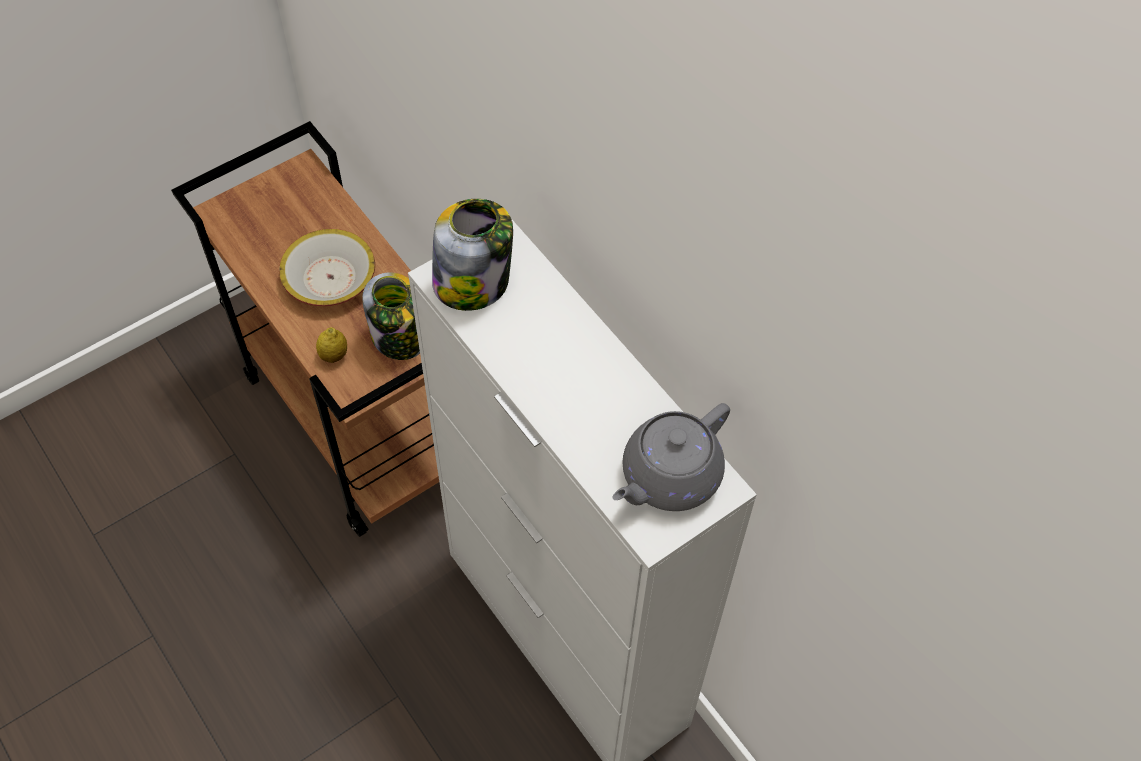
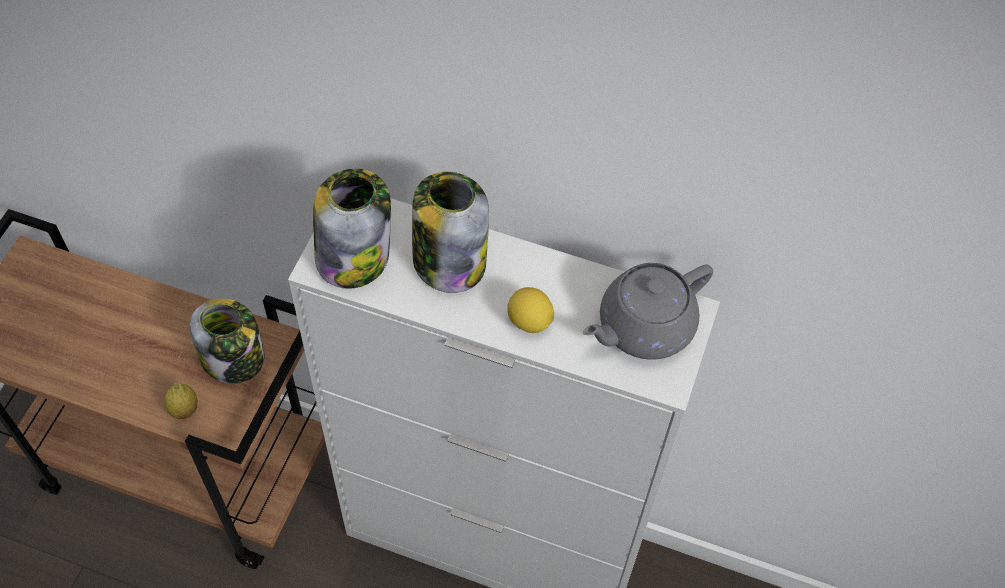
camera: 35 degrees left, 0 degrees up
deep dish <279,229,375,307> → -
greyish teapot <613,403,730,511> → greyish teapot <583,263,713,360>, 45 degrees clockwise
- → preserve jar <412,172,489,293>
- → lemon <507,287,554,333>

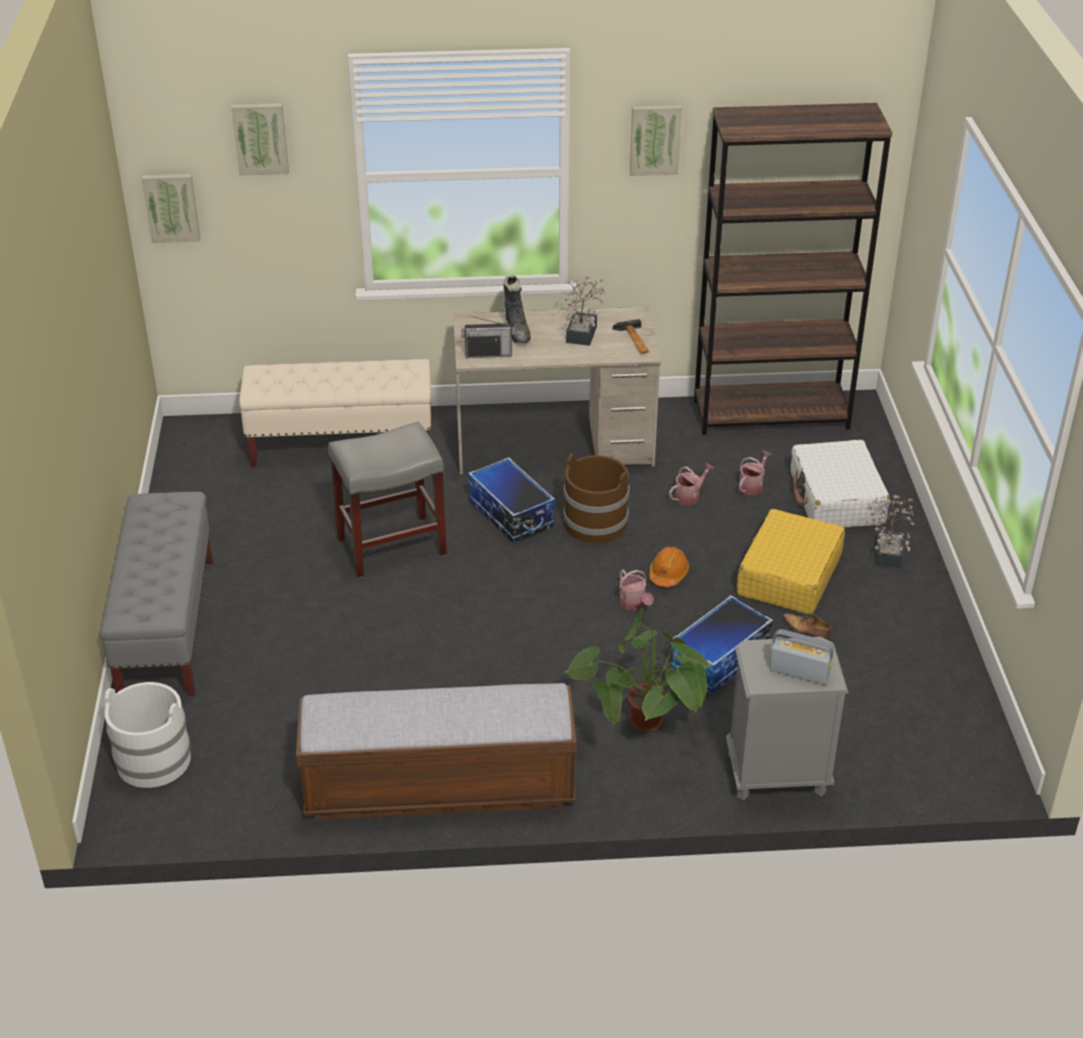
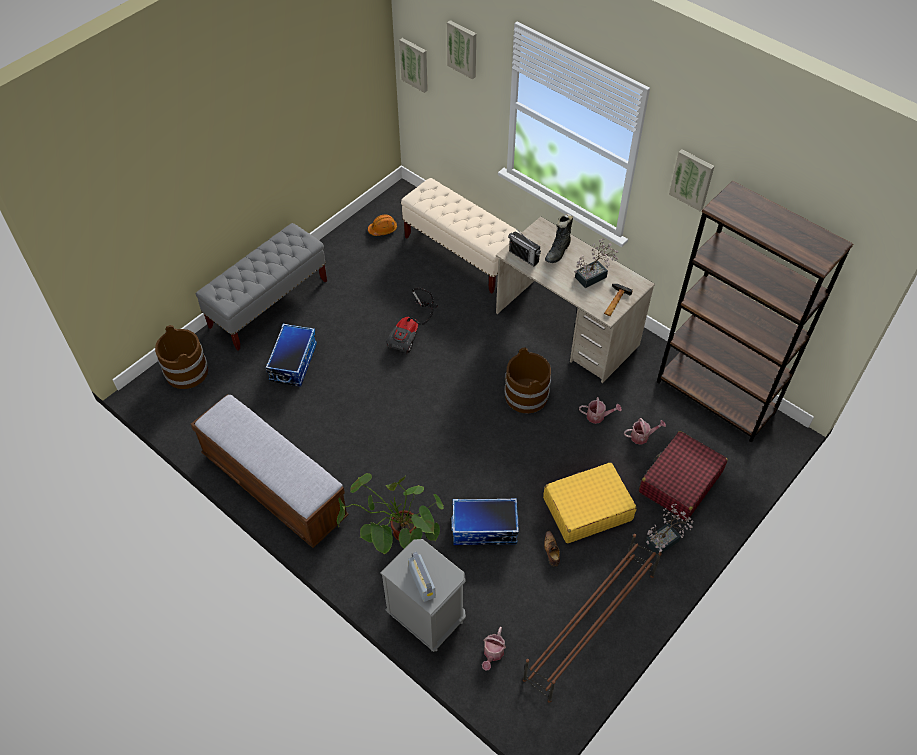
camera: 45 degrees right, 15 degrees up
whitish pail <105,682,191,788> → brown pail <155,325,208,389>
greyish stool <328,422,447,578> → vacuum cleaner <386,287,438,354>
storage box <468,457,555,543> → storage box <266,324,317,387>, relocated
watering pot <619,570,654,610> → watering pot <482,627,506,670>, relocated
orangey safety helmet <649,547,689,587> → orangey safety helmet <368,215,397,236>, relocated
whitish piece of luggage <791,440,890,528> → red piece of luggage <639,431,728,521>
- → brown shoe shelf <523,534,662,703>

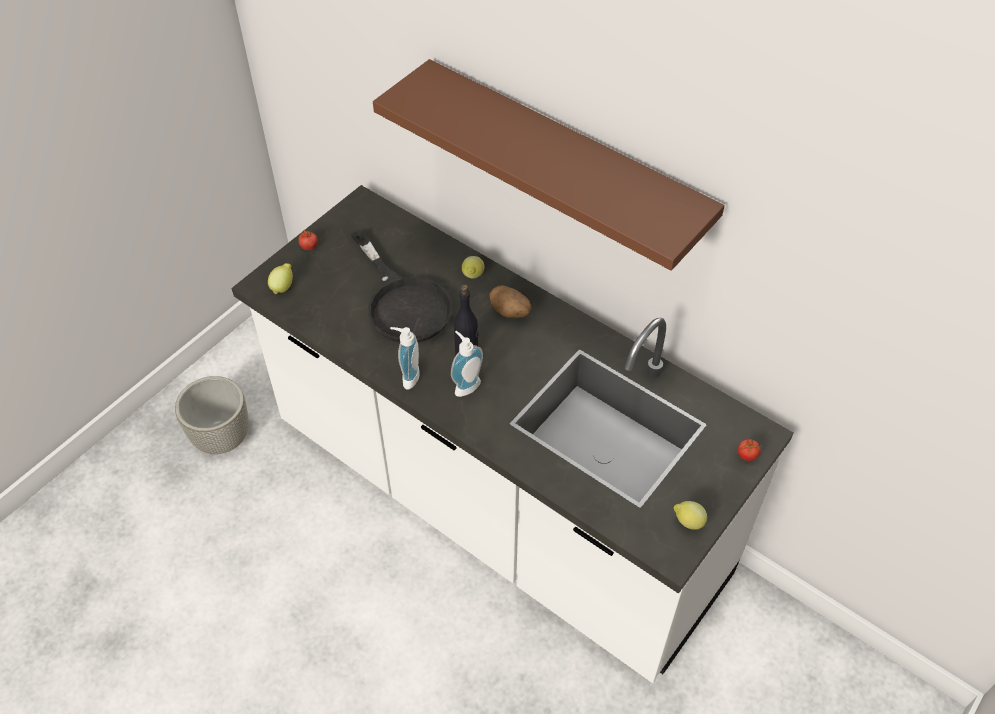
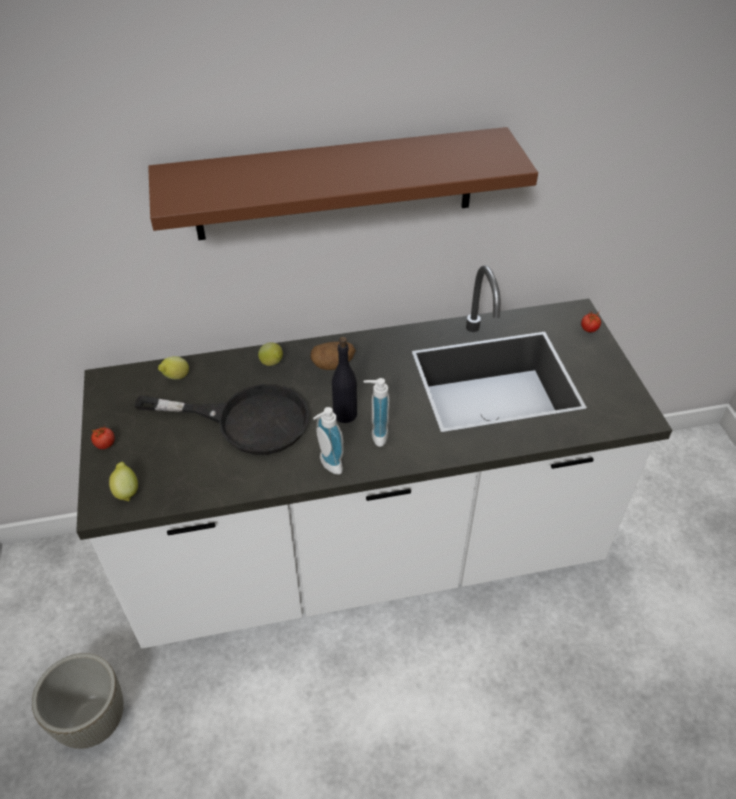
camera: 50 degrees left, 5 degrees down
lemon <674,501,707,530> → lemon <158,356,189,380>, relocated

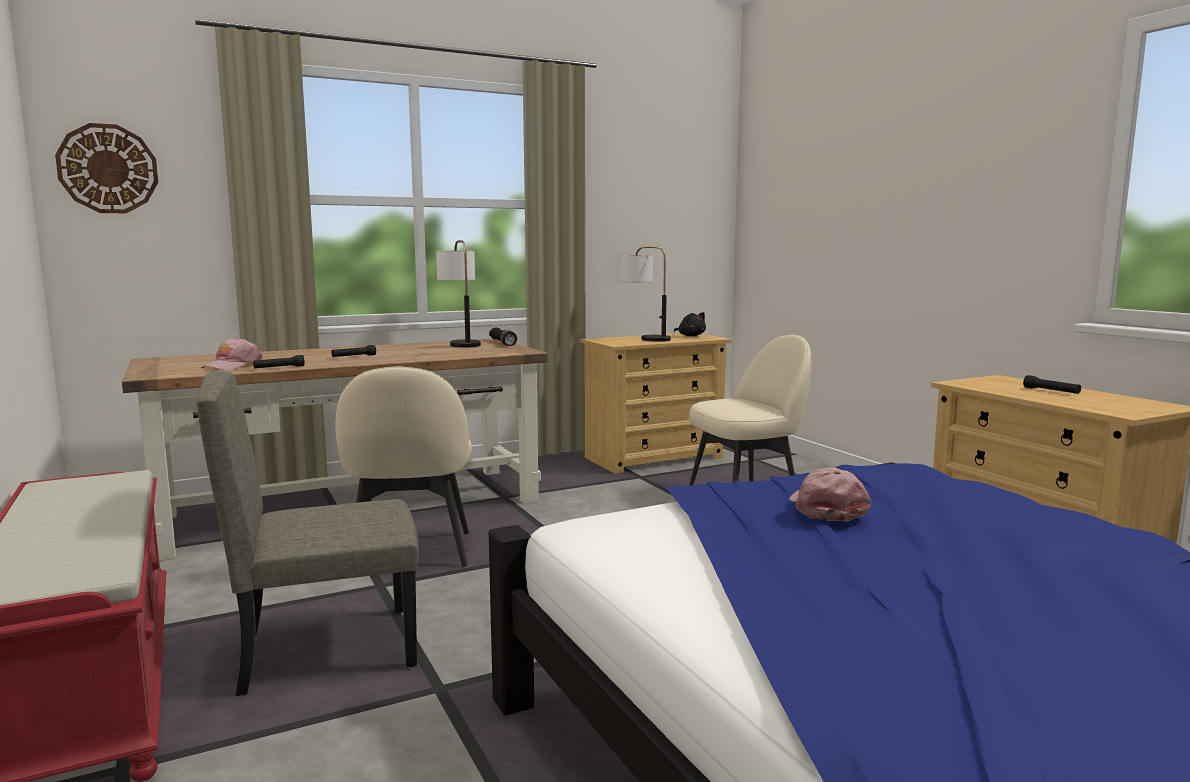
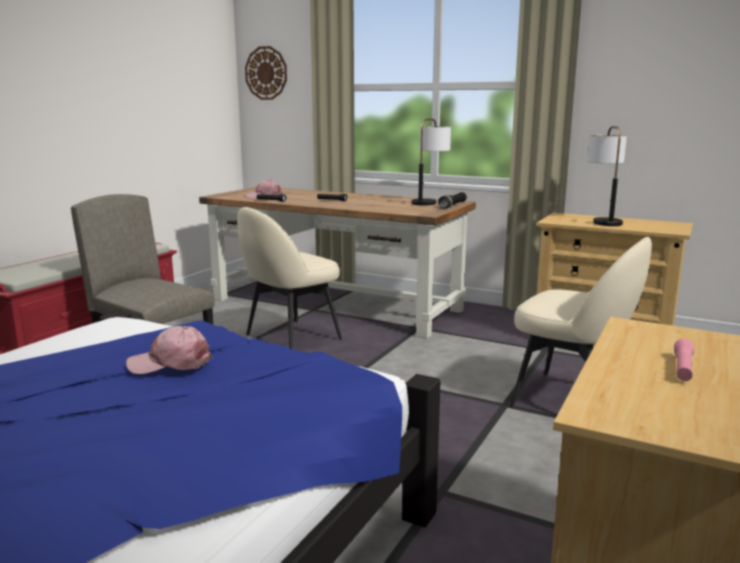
camera: 55 degrees right, 5 degrees up
blackish cuddly toy <674,312,706,336> → -
pinkish baseball cap <789,468,871,522> → pinkish baseball cap <126,326,212,374>, 150 degrees counterclockwise
blackish hand torch <1023,375,1081,394> → pinkish hand torch <674,339,694,381>

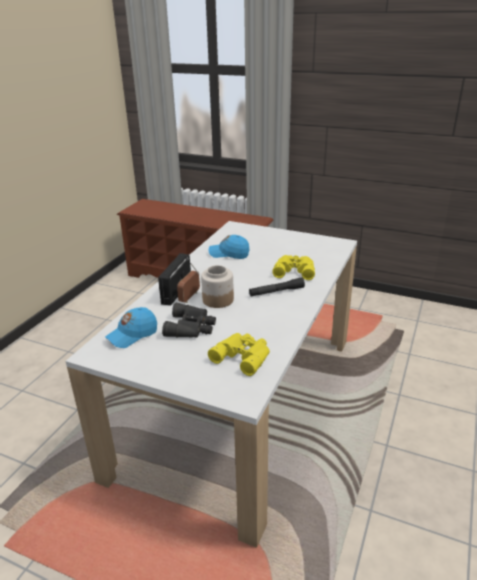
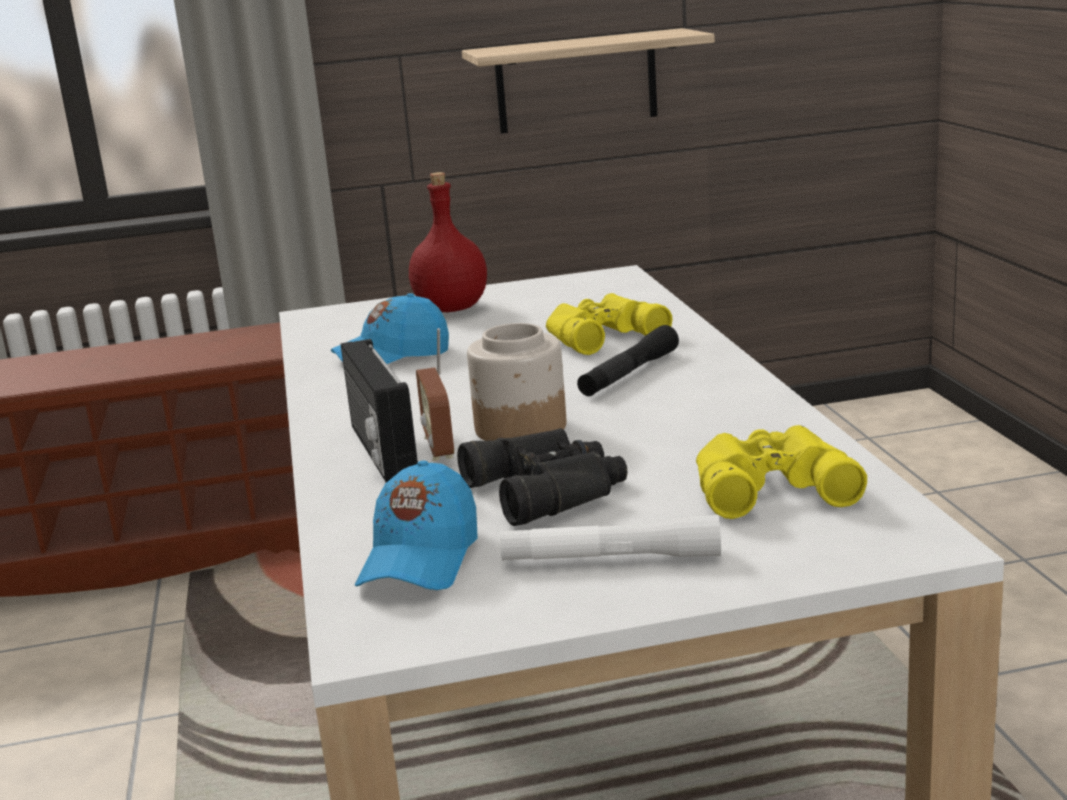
camera: 35 degrees left, 10 degrees down
- → red beverage bottle <409,172,487,312>
- → wall shelf <462,28,715,134>
- → whitish hand torch <500,515,721,561>

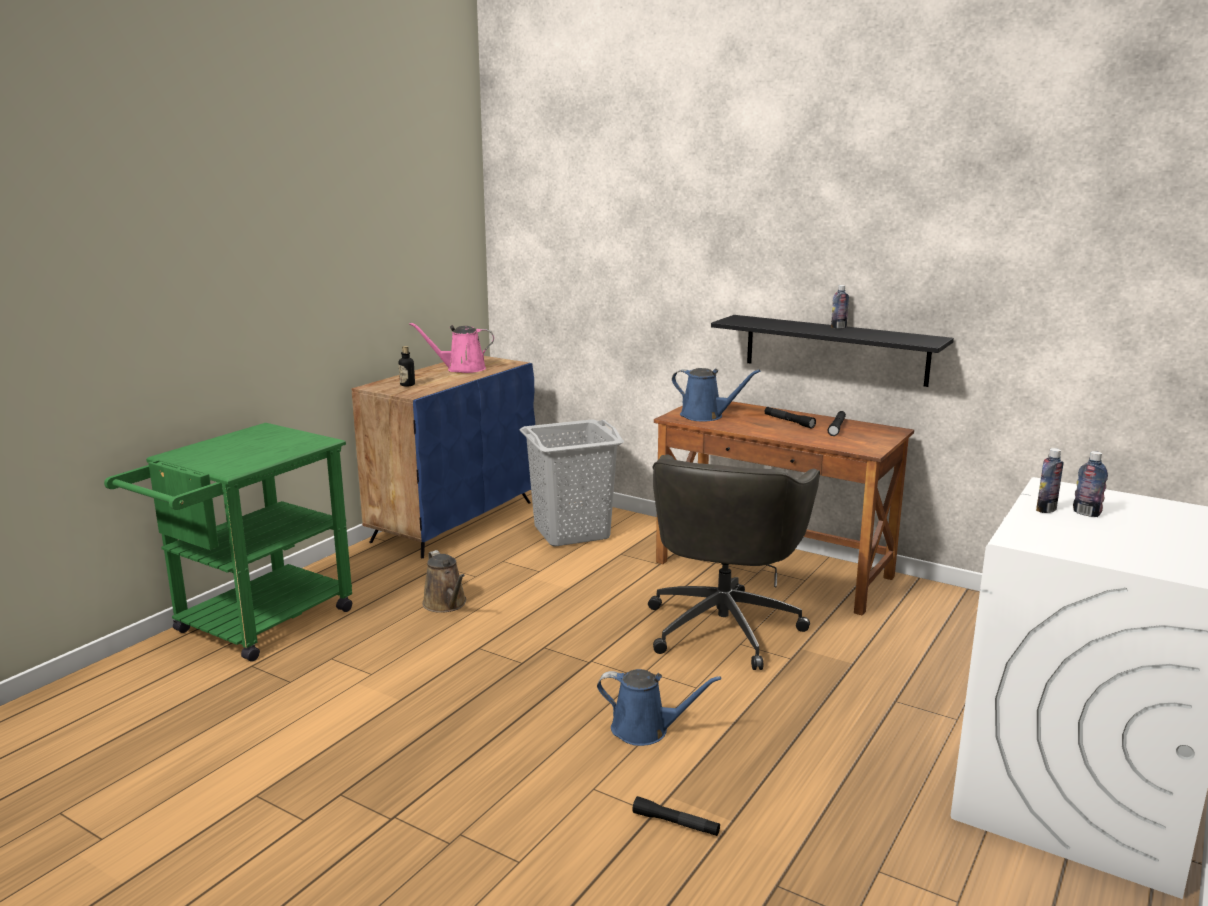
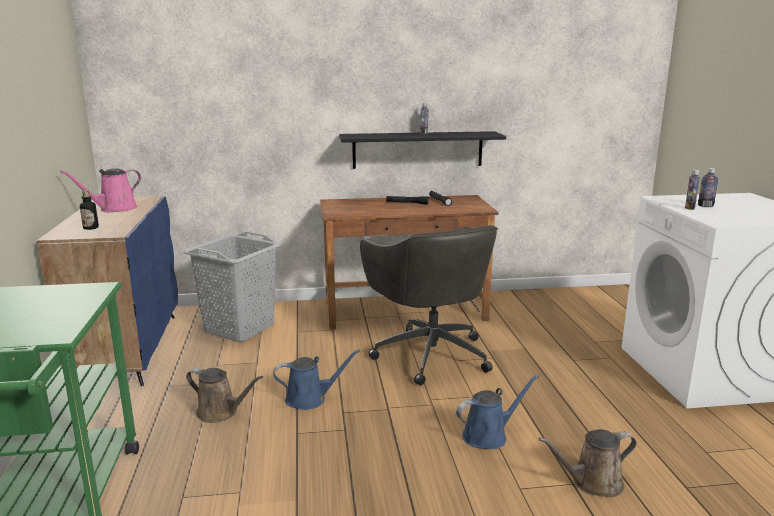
camera: 40 degrees left, 0 degrees up
blackish hand torch <632,796,720,836> → brown watering pot <539,429,637,497>
blue-coloured watering pot <672,368,760,421> → blue-coloured watering pot <273,350,360,410>, relocated

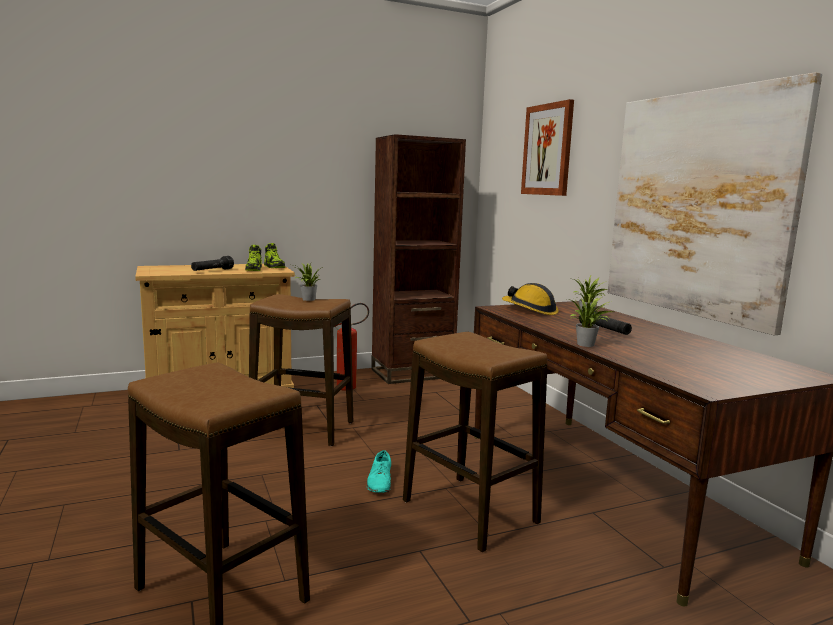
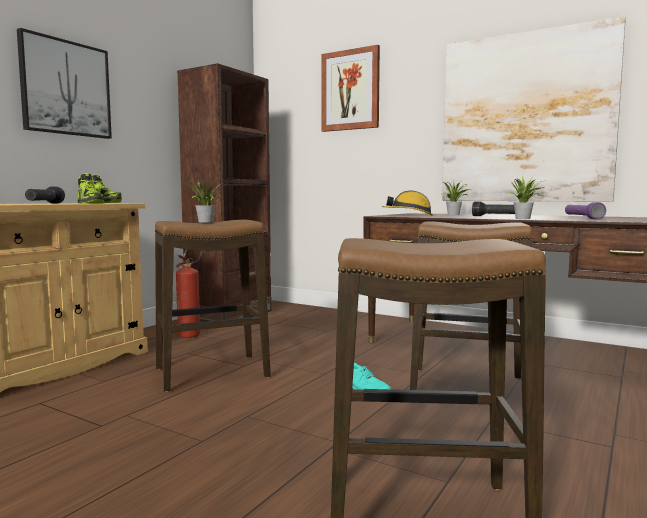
camera: 35 degrees left, 5 degrees down
- → picture <17,28,112,139>
- → purplish hand torch <565,202,606,219>

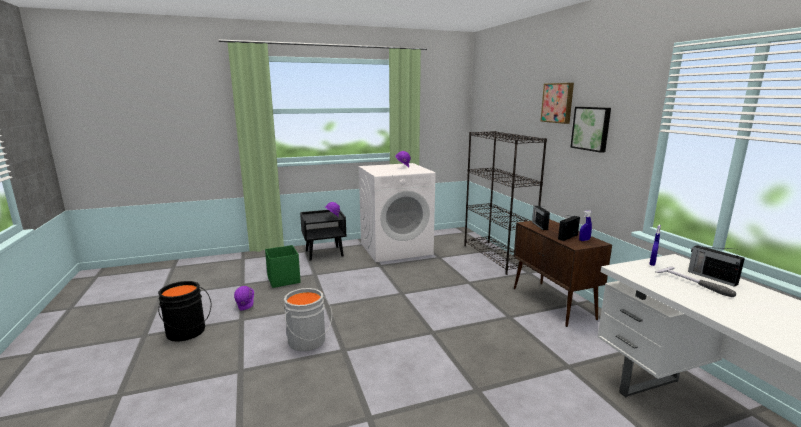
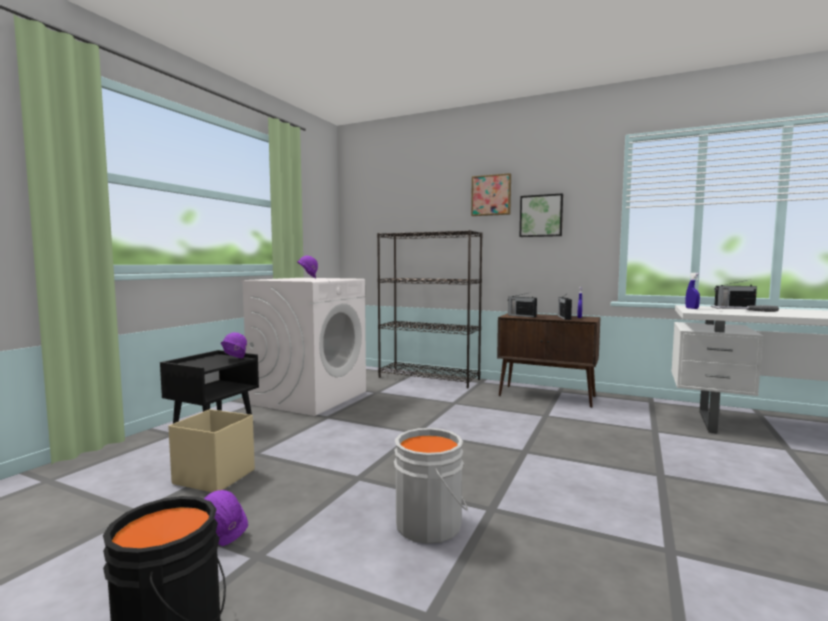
camera: 45 degrees left, 10 degrees down
green storage box <265,245,301,288> → sand-coloured storage box <168,409,255,492>

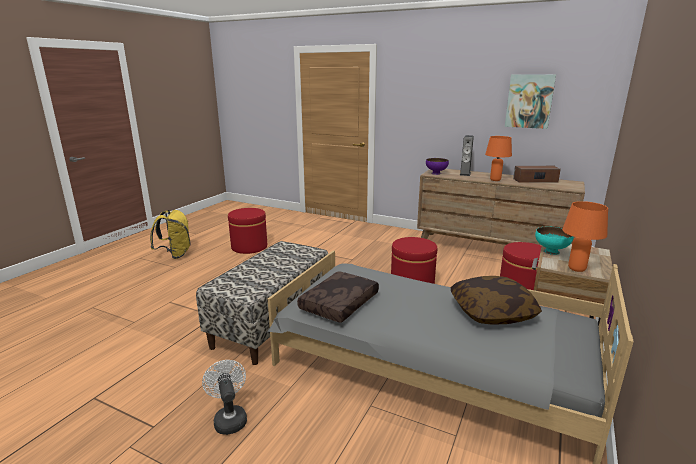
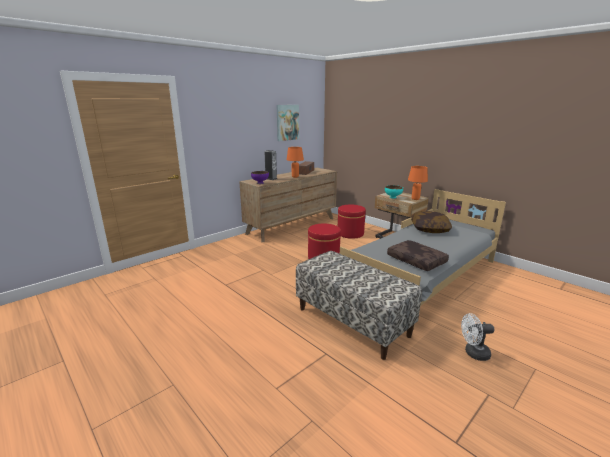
camera: 70 degrees left, 0 degrees up
yellowish backpack <150,210,191,259> → -
red footrest <228,208,267,254> → -

